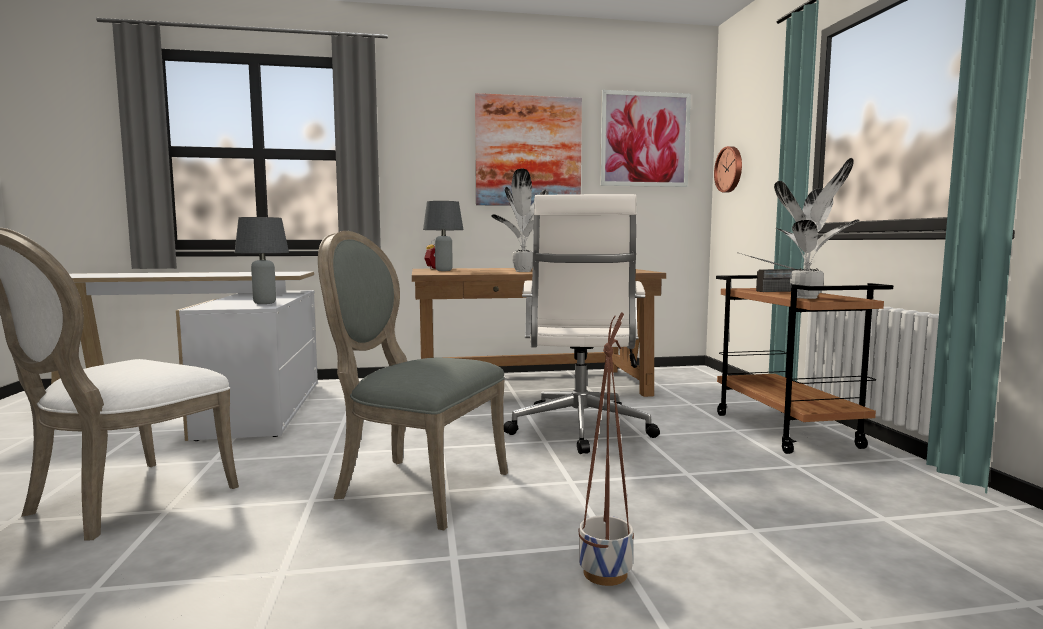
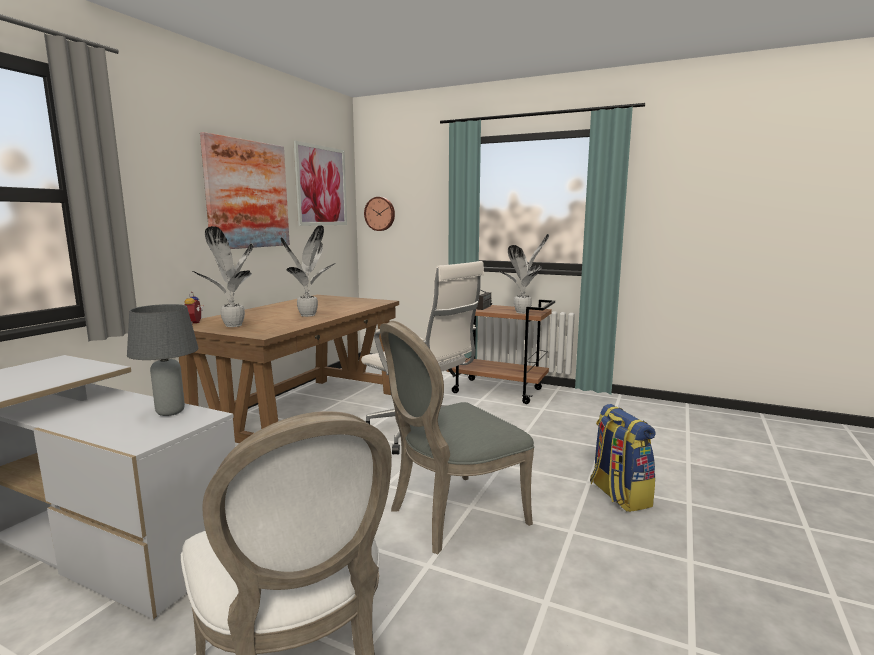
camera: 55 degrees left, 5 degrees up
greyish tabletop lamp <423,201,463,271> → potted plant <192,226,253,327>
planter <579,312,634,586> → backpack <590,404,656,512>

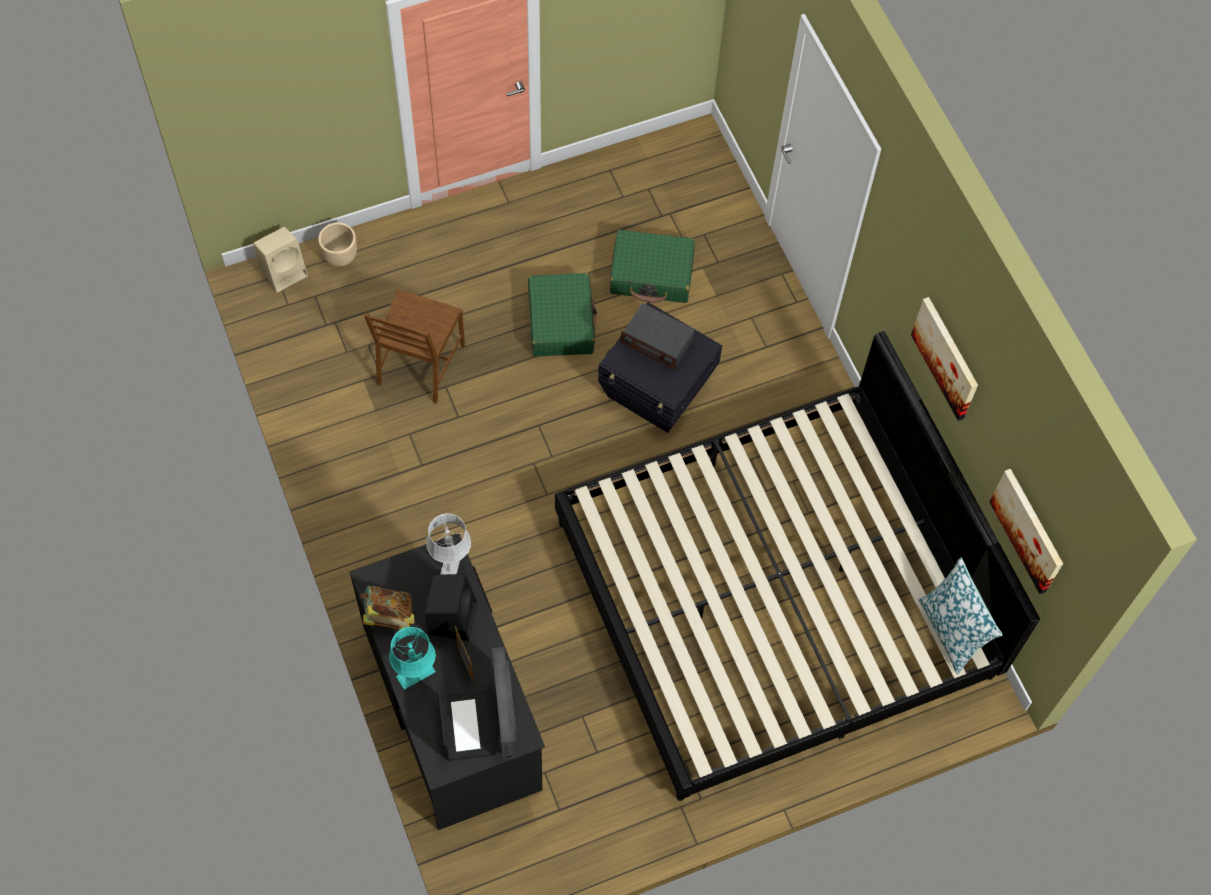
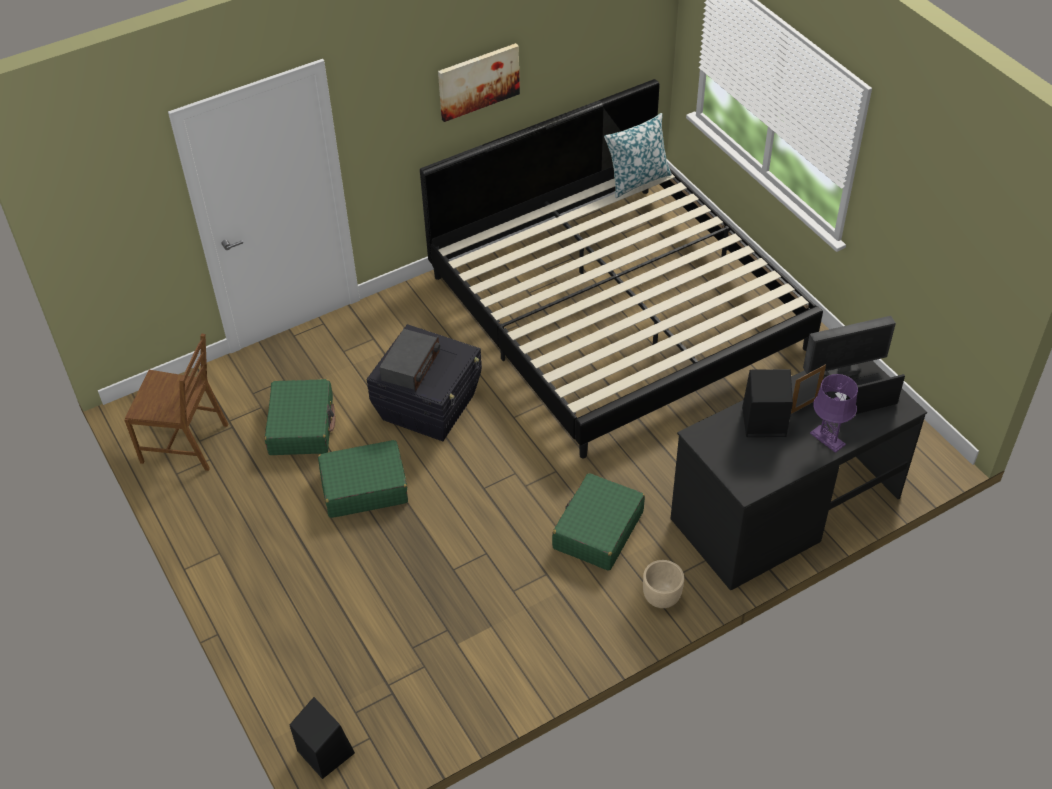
camera: 95 degrees left, 15 degrees down
sand-coloured speaker <253,227,308,293> → blackish speaker <290,697,355,779>
sand-coloured planter <318,223,357,266> → sand-coloured planter <643,560,684,608>, relocated
bound book <360,586,414,630> → -
brown upright chair <364,289,465,404> → brown upright chair <124,334,228,471>, relocated
turquoise-coloured tabletop lamp <389,627,436,690> → purplish tabletop lamp <810,374,858,453>
greyish tabletop lamp <426,513,471,575> → -
picture <990,469,1063,594> → -
- → green piece of luggage <552,473,645,571>

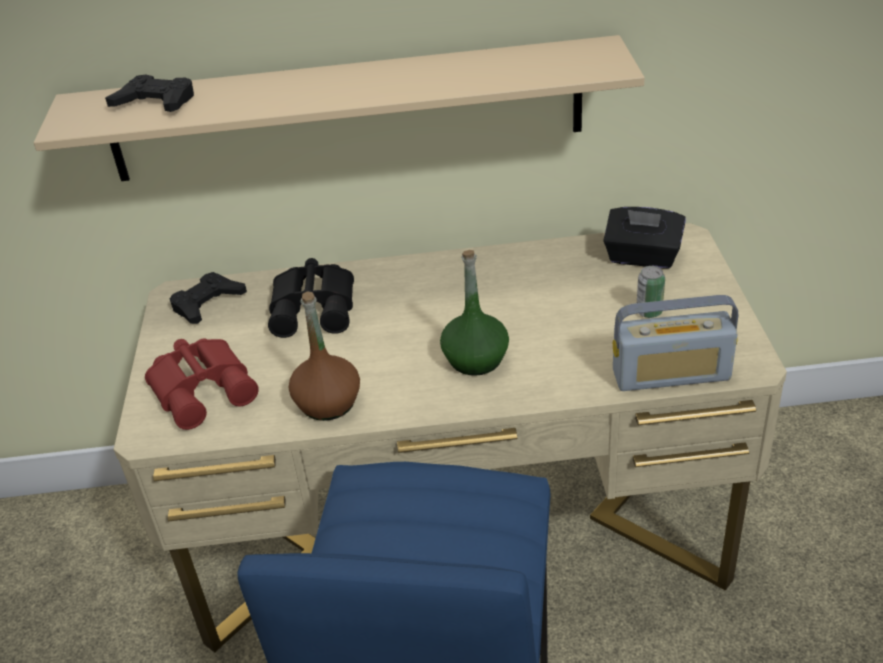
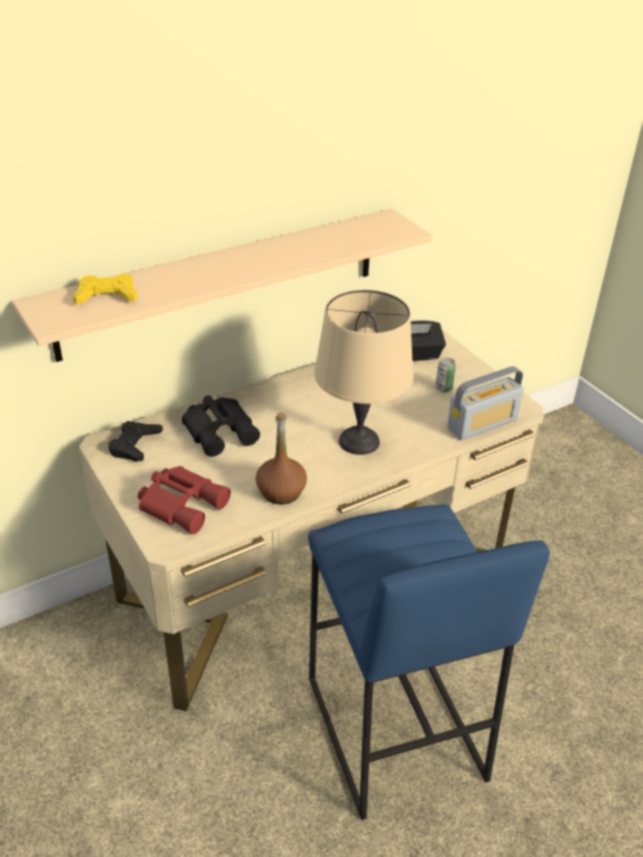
camera: 30 degrees left, 0 degrees up
blackish joypad <105,75,194,112> → yellowish joypad <73,274,138,304>
green beverage bottle <440,250,509,376> → sand-coloured tabletop lamp <314,290,413,455>

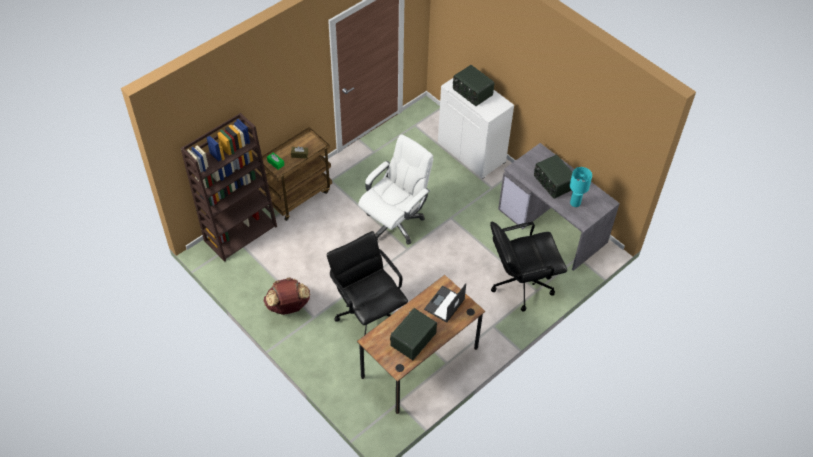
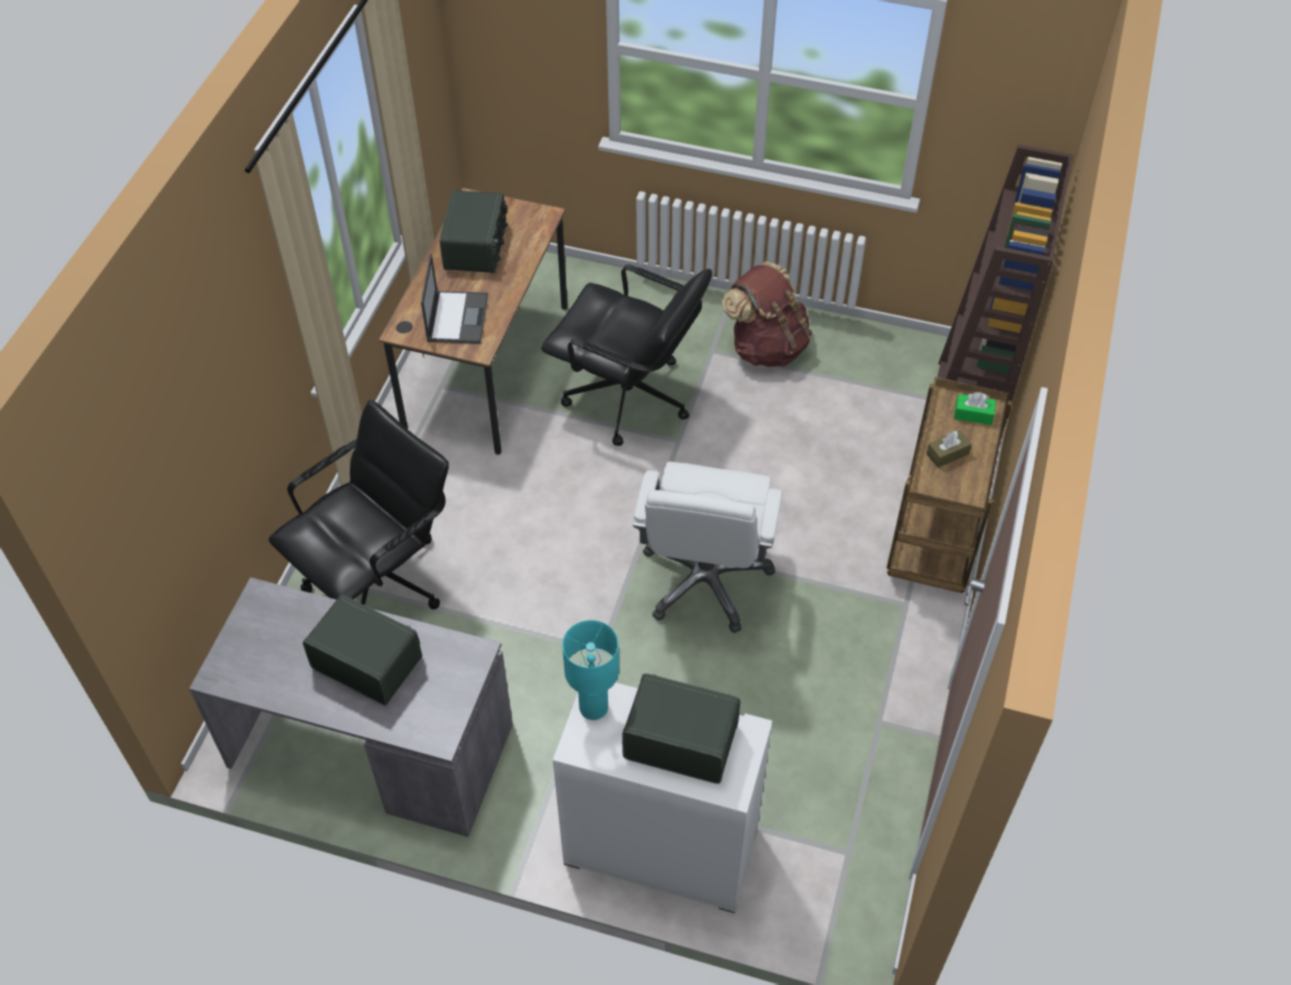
camera: 150 degrees right, 0 degrees up
turquoise-coloured tabletop lamp <570,167,592,207> → turquoise-coloured tabletop lamp <562,620,619,720>, relocated

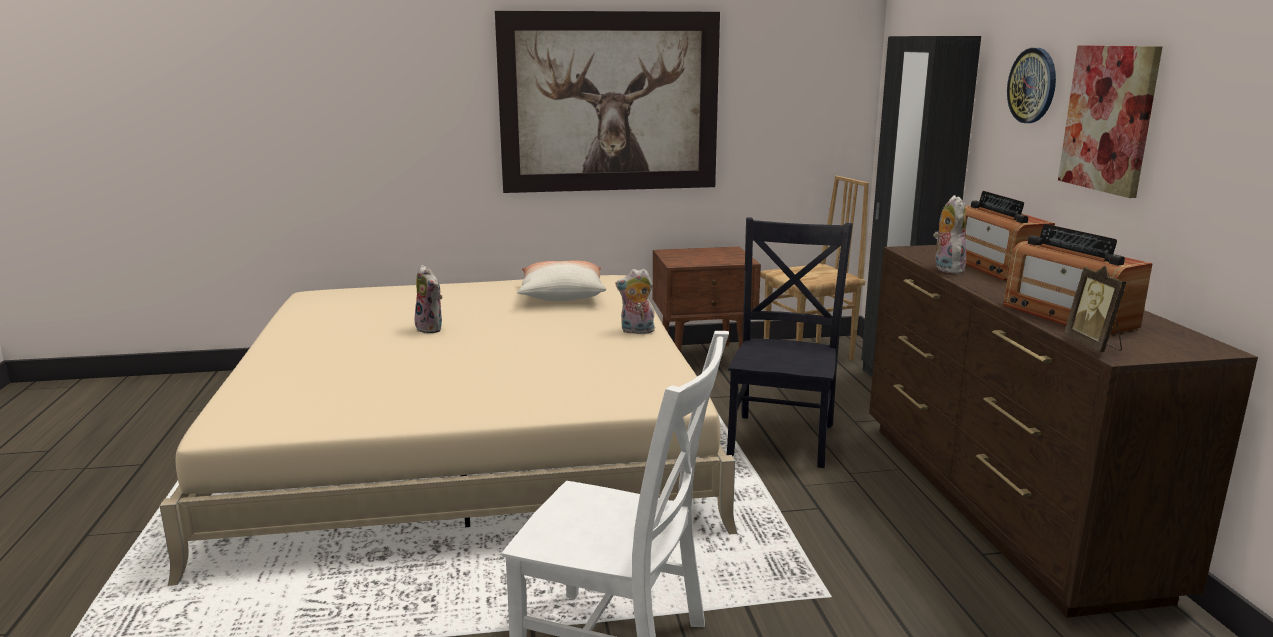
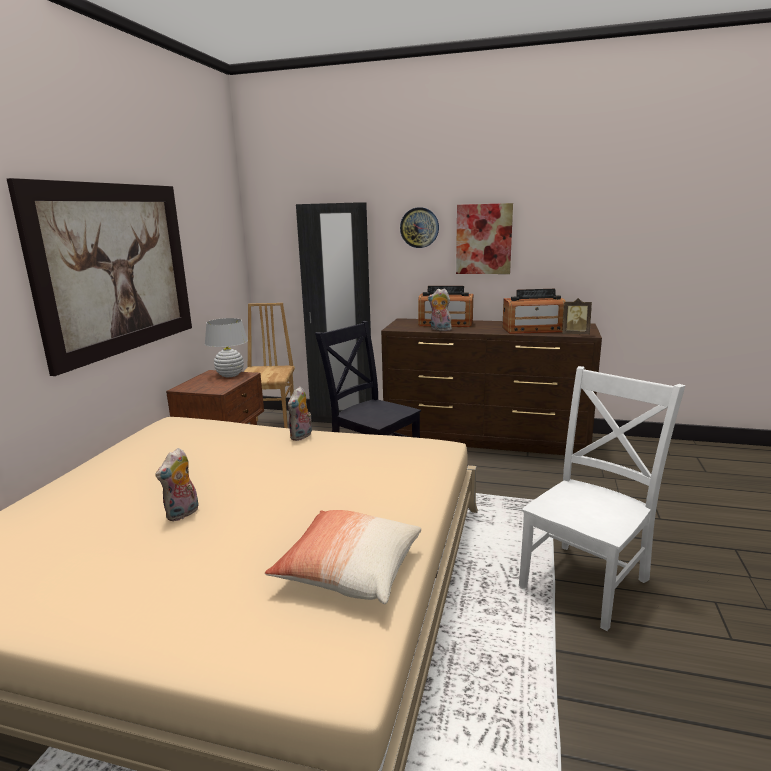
camera: 65 degrees left, 0 degrees up
cuddly toy <413,265,442,334> → cuddly toy <156,448,199,521>, 135 degrees clockwise
throw pillow <517,260,606,301> → throw pillow <265,510,421,604>, relocated
- → whitish tabletop lamp <205,318,248,377>

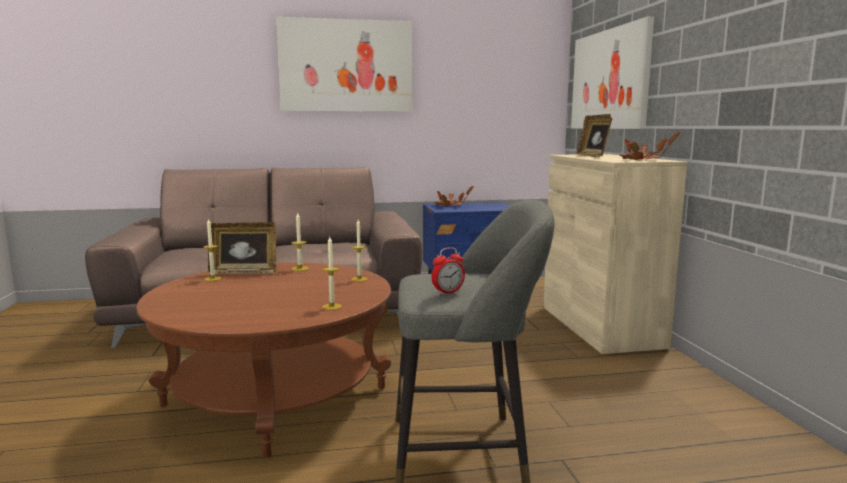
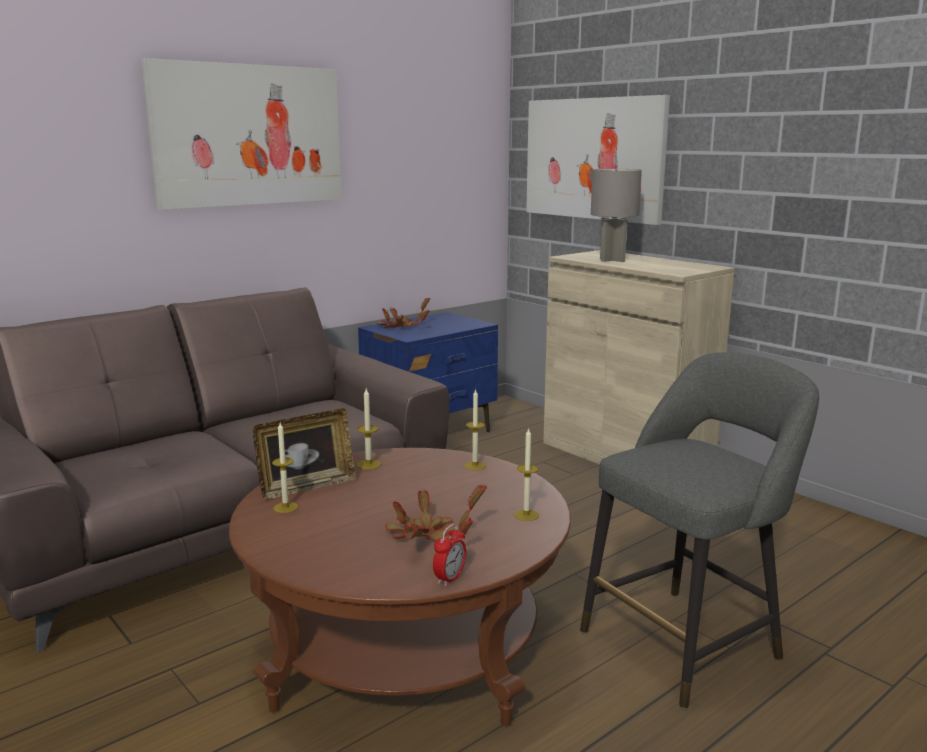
camera: 30 degrees left, 5 degrees up
bedside clock <432,247,465,295> → bedside clock <433,524,466,586>, relocated
standing frame <576,114,612,158> → greyish tabletop lamp <591,169,642,262>
potted plant <620,132,681,160> → potted plant <385,484,487,541>, relocated

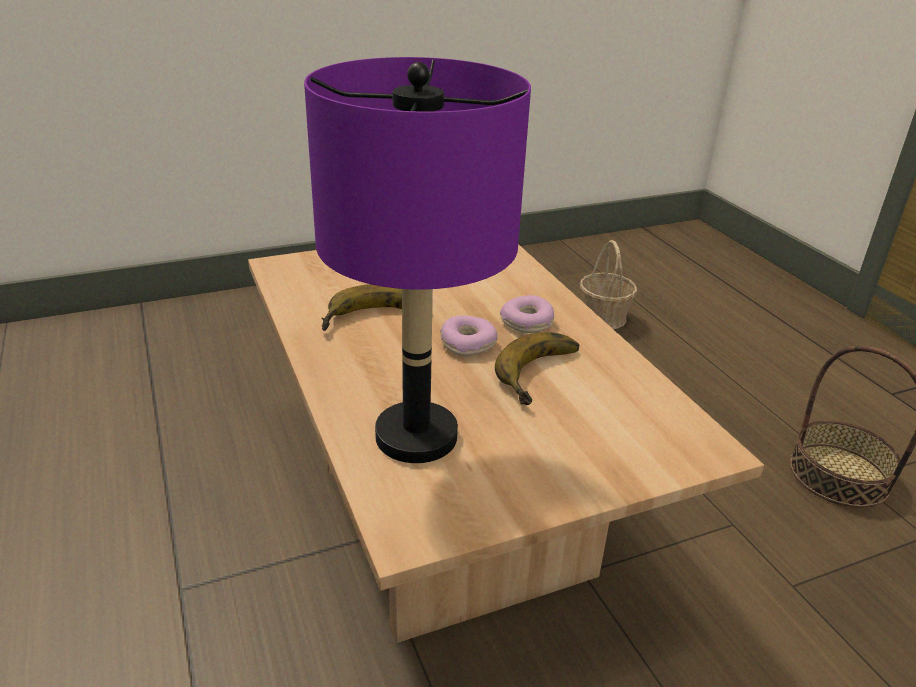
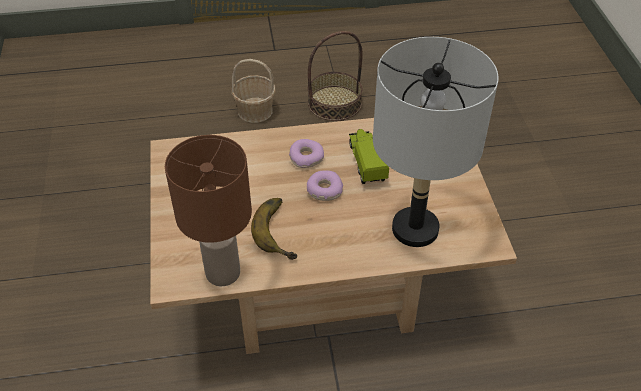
camera: 75 degrees left, 15 degrees up
purplish tabletop lamp <304,57,531,463> → greyish tabletop lamp <373,37,499,247>
banana <495,332,579,405> → toy lorry <349,129,389,184>
storage basket <580,240,637,329> → storage basket <231,59,276,123>, relocated
- → brown tabletop lamp <165,135,252,286>

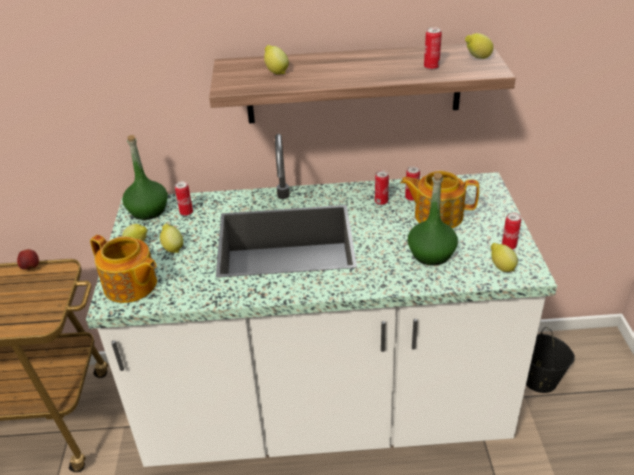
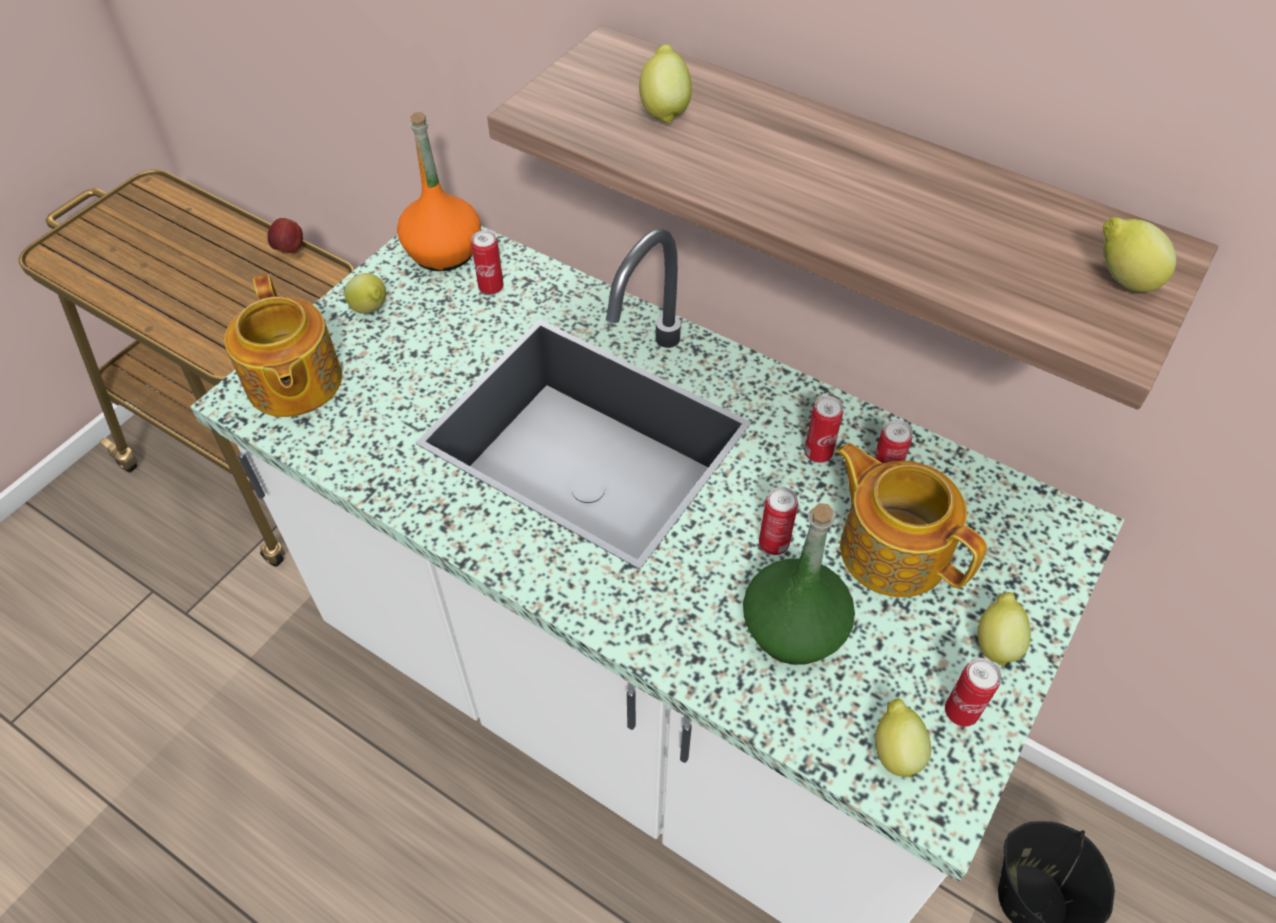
camera: 35 degrees right, 15 degrees up
green beverage bottle <122,135,168,220> → orangey beverage bottle <397,112,481,271>
lemon <160,223,183,253> → lemon <977,592,1031,667>, relocated
metal can <424,27,442,70> → metal can <759,487,798,555>, relocated

